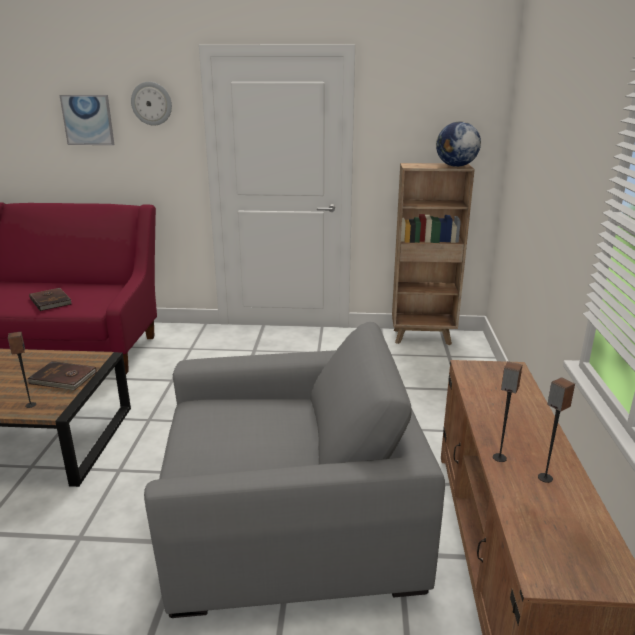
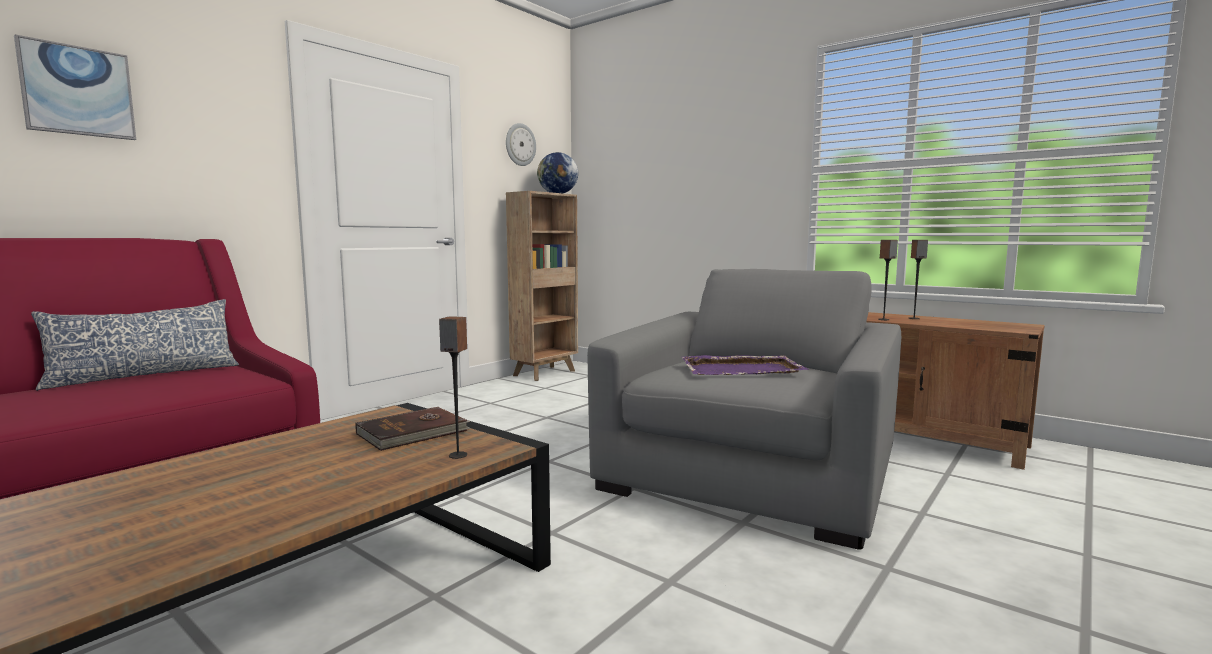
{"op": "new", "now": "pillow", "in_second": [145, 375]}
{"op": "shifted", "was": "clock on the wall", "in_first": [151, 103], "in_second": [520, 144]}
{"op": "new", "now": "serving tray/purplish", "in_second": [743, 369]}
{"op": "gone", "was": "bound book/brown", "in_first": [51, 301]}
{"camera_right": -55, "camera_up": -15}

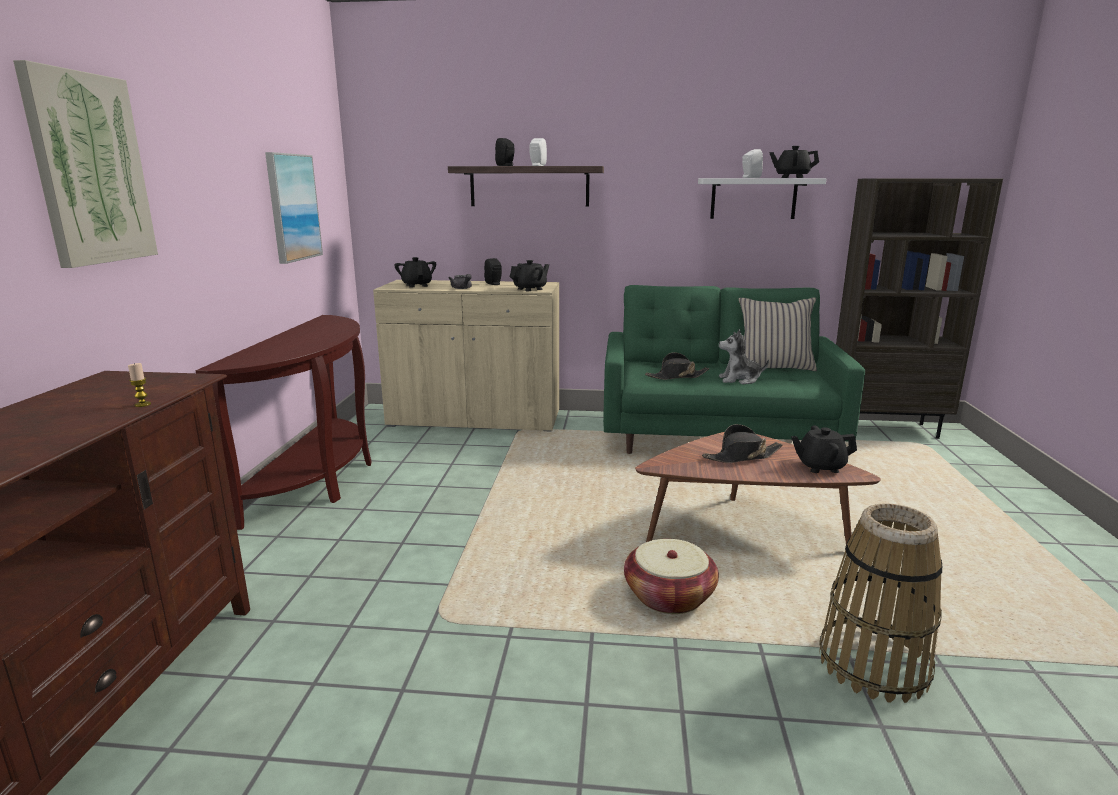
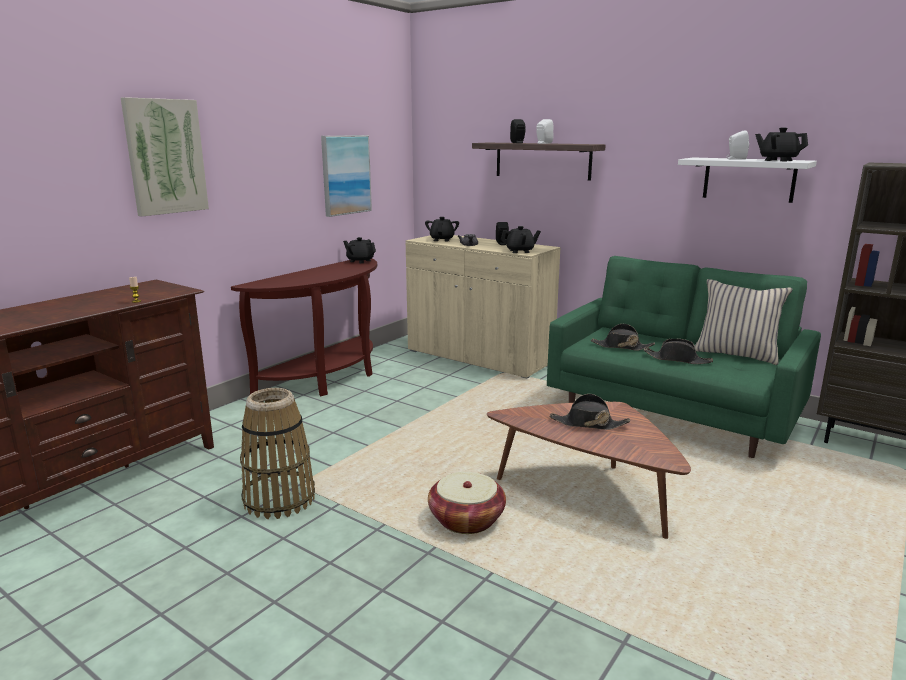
{"op": "shifted", "was": "household basket", "in_first": [873, 665], "in_second": [279, 499]}
{"op": "shifted", "was": "pot for tea/blackish", "in_first": [820, 467], "in_second": [360, 261]}
{"op": "swapped", "was": "soft toy", "now": "wearable hat/blackish", "in_first": [739, 380], "in_second": [677, 359]}
{"camera_right": 30, "camera_up": 0}

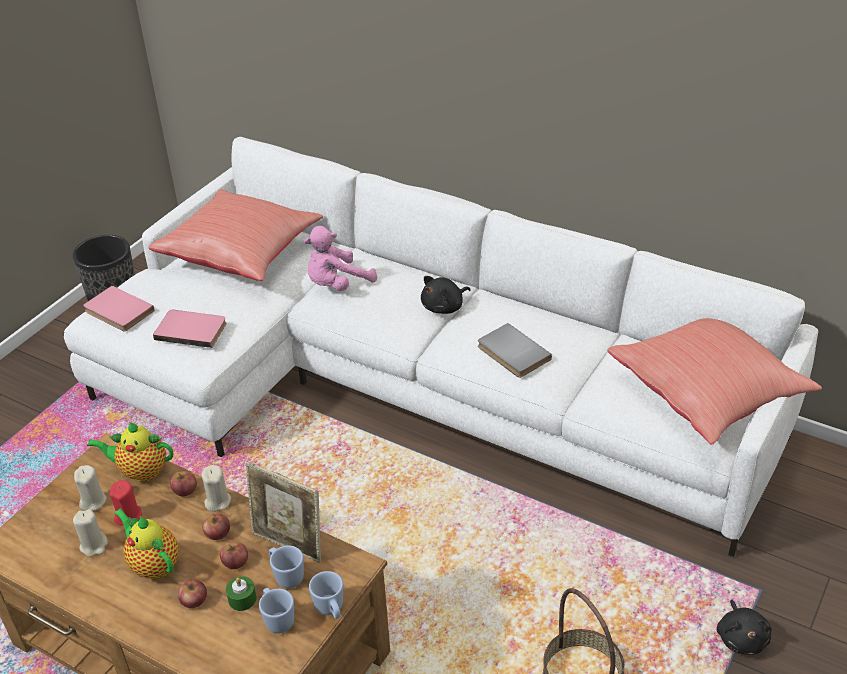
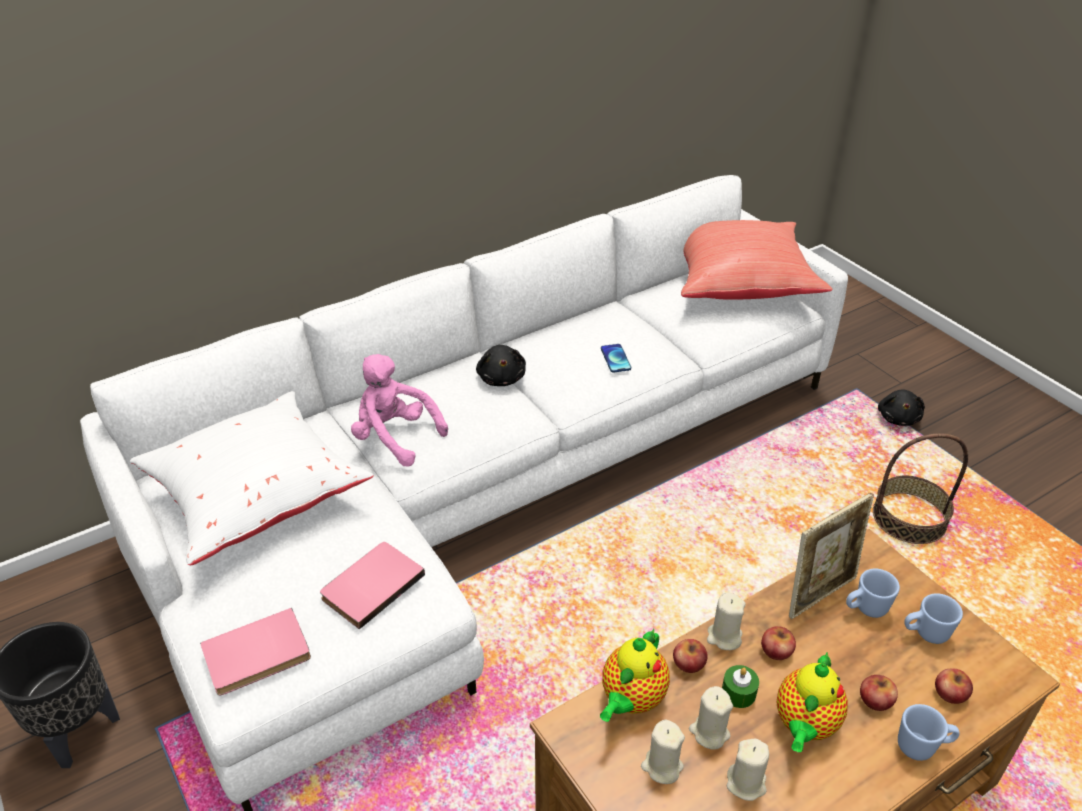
{"op": "repainted", "was": "pillow/reddish", "now": "pillow/white-coloured", "in_first": [241, 254], "in_second": [255, 496]}
{"op": "rotated", "was": "soft toy/pinkish", "in_first": [337, 284], "in_second": [395, 437], "clockwise": 135}
{"op": "swapped", "was": "bound book/greyish", "now": "phone", "in_first": [511, 354], "in_second": [615, 359]}
{"op": "repainted", "was": "candle/reddish", "now": "candle/beige", "in_first": [128, 516], "in_second": [709, 732]}
{"op": "shifted", "was": "candle/greenish", "in_first": [242, 599], "in_second": [738, 693]}
{"op": "rotated", "was": "pot for tea", "in_first": [153, 564], "in_second": [804, 726], "clockwise": -45}
{"op": "rotated", "was": "soft toy/blackish", "in_first": [741, 638], "in_second": [898, 418], "clockwise": 75}
{"op": "shifted", "was": "mug/bluish", "in_first": [331, 610], "in_second": [922, 747]}
{"op": "shifted", "was": "whole apple", "in_first": [235, 561], "in_second": [950, 693]}
{"camera_right": -65, "camera_up": 0}

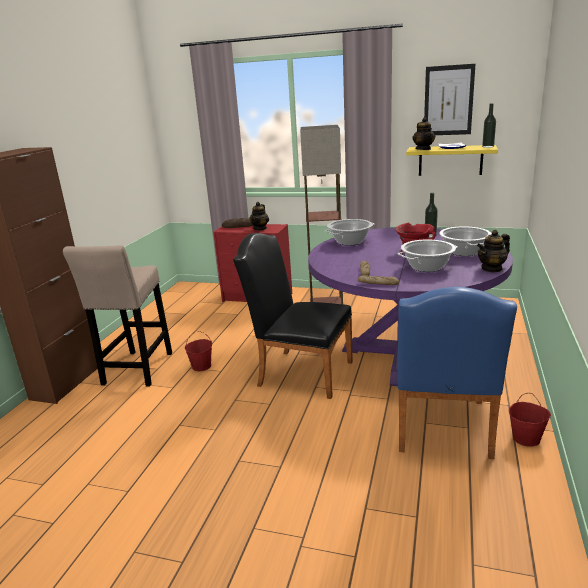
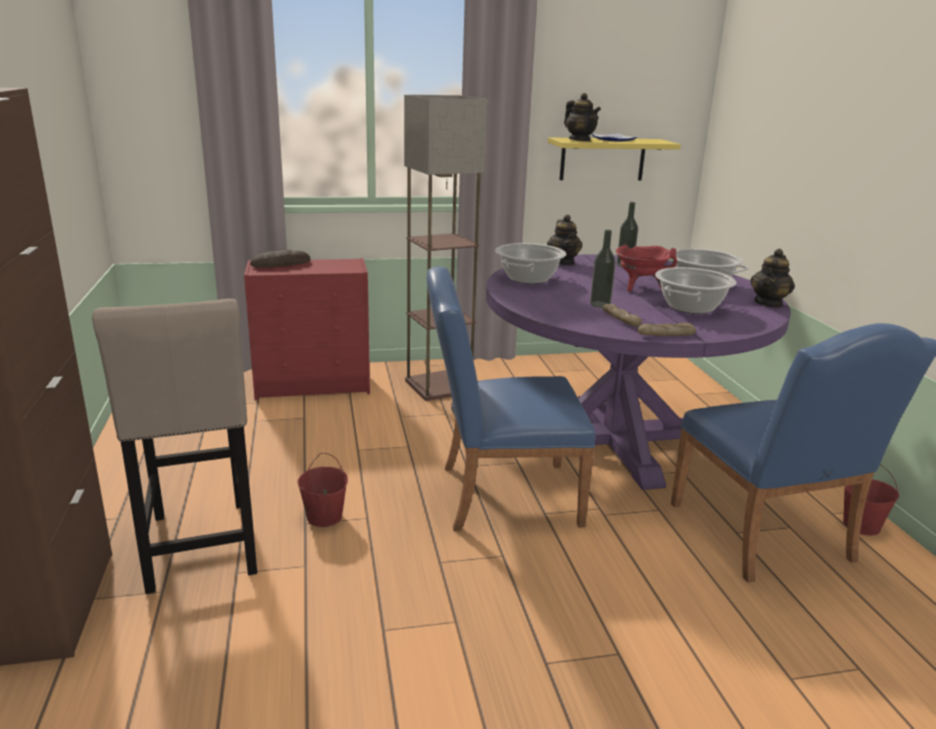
{"op": "repainted", "was": "plain chair/blackish", "now": "plain chair/bluish", "in_first": [299, 372], "in_second": [498, 495]}
{"op": "shifted", "was": "pot for tea", "in_first": [260, 228], "in_second": [563, 262]}
{"op": "shifted", "was": "beverage bottle", "in_first": [488, 146], "in_second": [600, 304]}
{"op": "gone", "was": "picture", "in_first": [448, 100]}
{"camera_right": -30, "camera_up": 0}

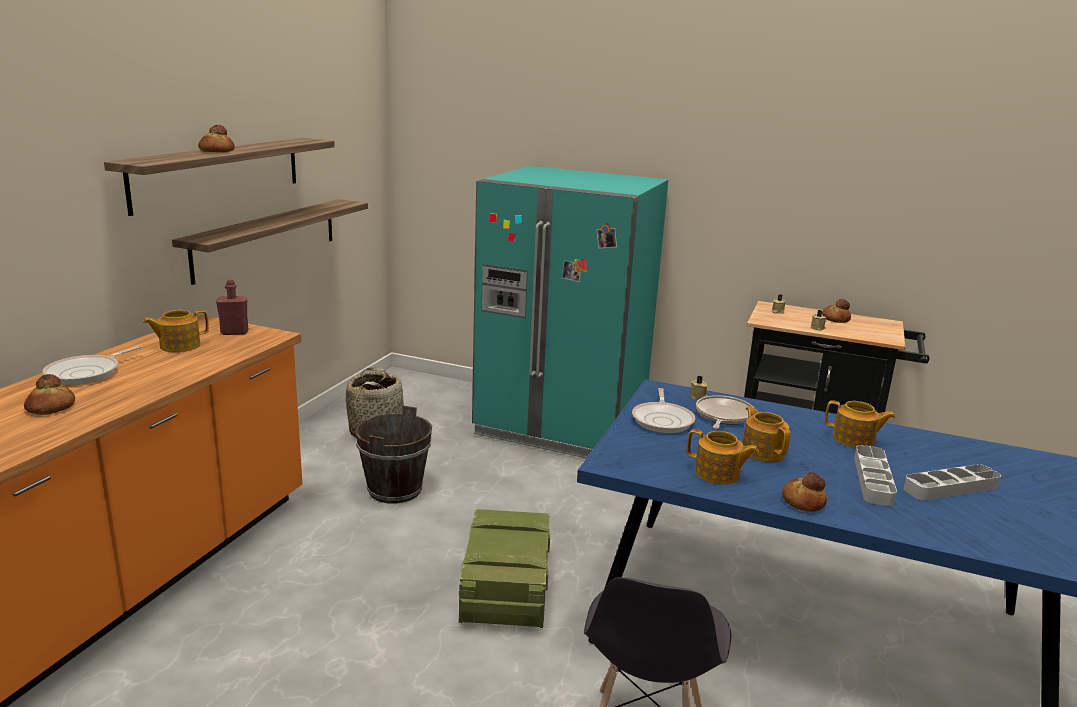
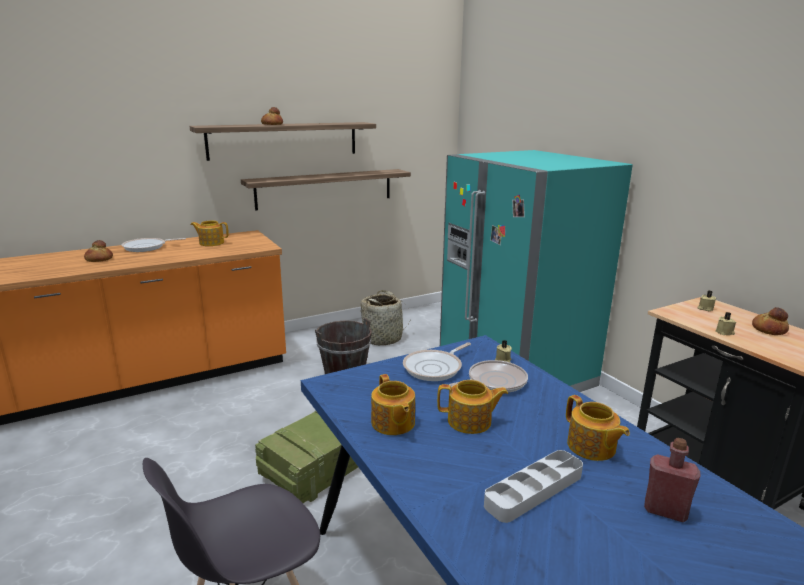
{"op": "rotated", "was": "pot for tea", "in_first": [762, 452], "in_second": [470, 422], "clockwise": 75}
{"op": "shifted", "was": "beverage bottle/reddish", "in_first": [234, 332], "in_second": [665, 511]}
{"op": "gone", "was": "bakery bread", "in_first": [802, 501]}
{"op": "gone", "was": "serving tray/greyish", "in_first": [950, 487]}
{"camera_right": 40, "camera_up": 0}

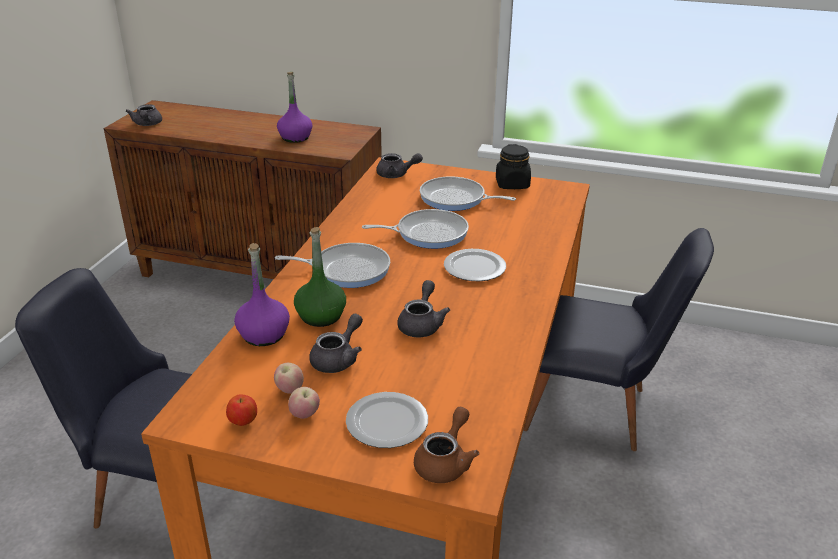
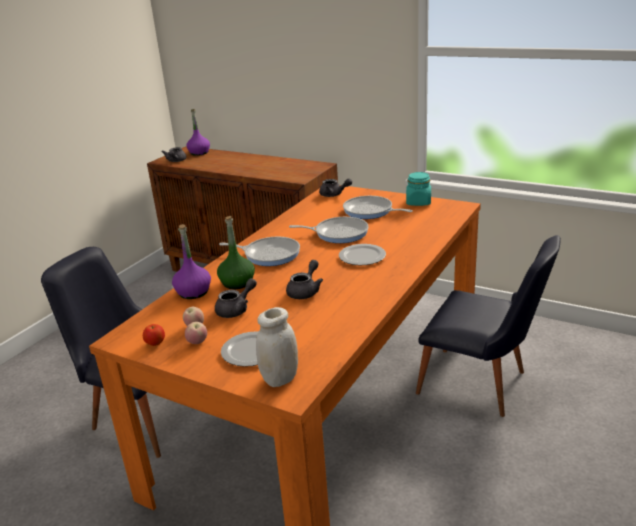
{"op": "shifted", "was": "beverage bottle/purplish", "in_first": [295, 137], "in_second": [199, 153]}
{"op": "swapped", "was": "pot for tea/brown", "now": "jar/white-coloured", "in_first": [445, 462], "in_second": [280, 379]}
{"op": "repainted", "was": "jar/blackish", "now": "jar/blue-green", "in_first": [512, 184], "in_second": [418, 202]}
{"camera_right": 15, "camera_up": -5}

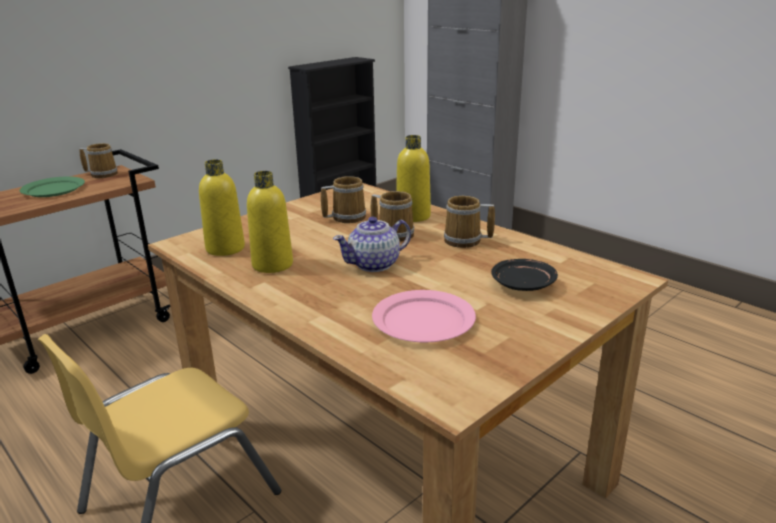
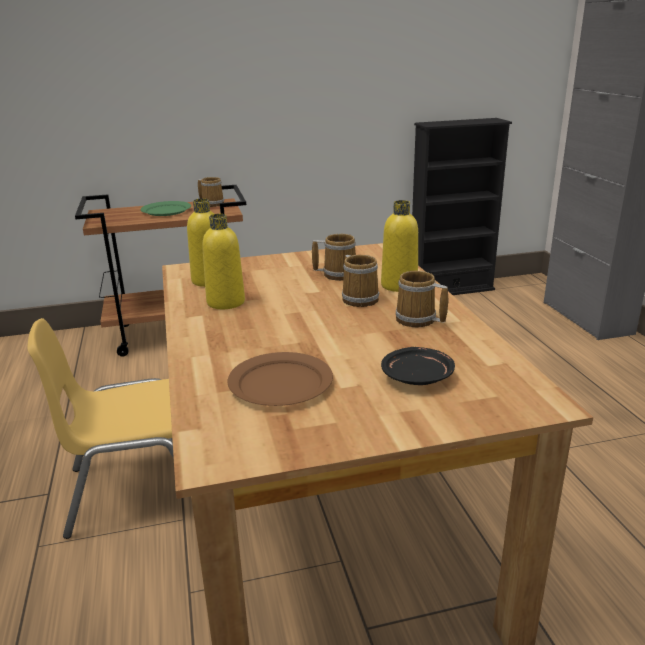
{"op": "repainted", "was": "flat dish/pinkish", "now": "flat dish/brown", "in_first": [424, 320], "in_second": [281, 383]}
{"op": "gone", "was": "pot for tea", "in_first": [375, 264]}
{"camera_right": 30, "camera_up": 0}

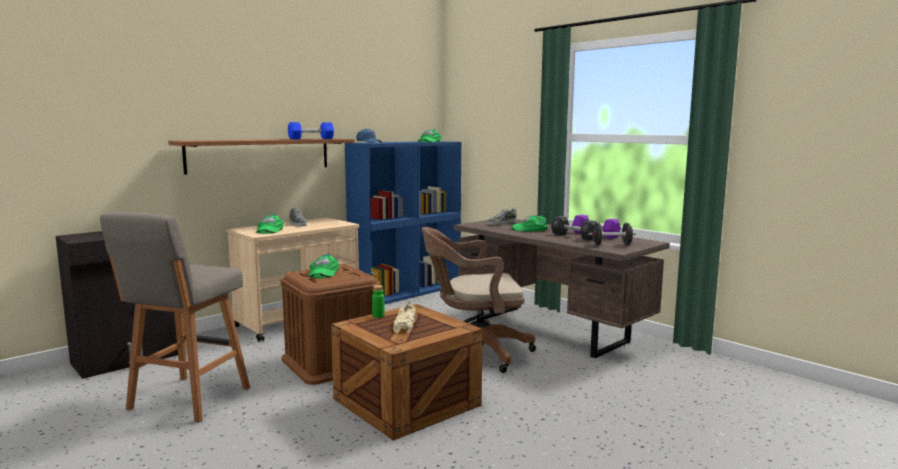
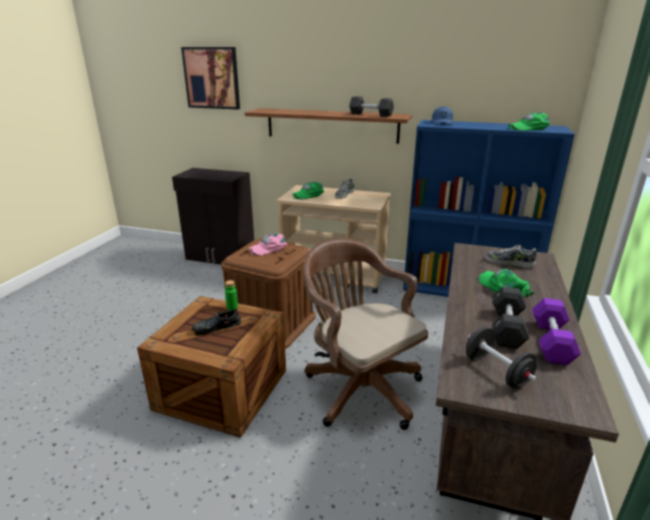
{"op": "new", "now": "picture", "in_second": [212, 78]}
{"op": "repainted", "was": "shoe/beige", "now": "shoe/blackish", "in_first": [405, 325], "in_second": [216, 327]}
{"op": "repainted", "was": "cap/greenish", "now": "cap/pinkish", "in_first": [323, 272], "in_second": [269, 248]}
{"op": "repainted", "was": "dumbbell/bluish", "now": "dumbbell/blackish", "in_first": [311, 138], "in_second": [370, 114]}
{"op": "gone", "was": "stool/greyish", "in_first": [187, 400]}
{"camera_right": 60, "camera_up": 15}

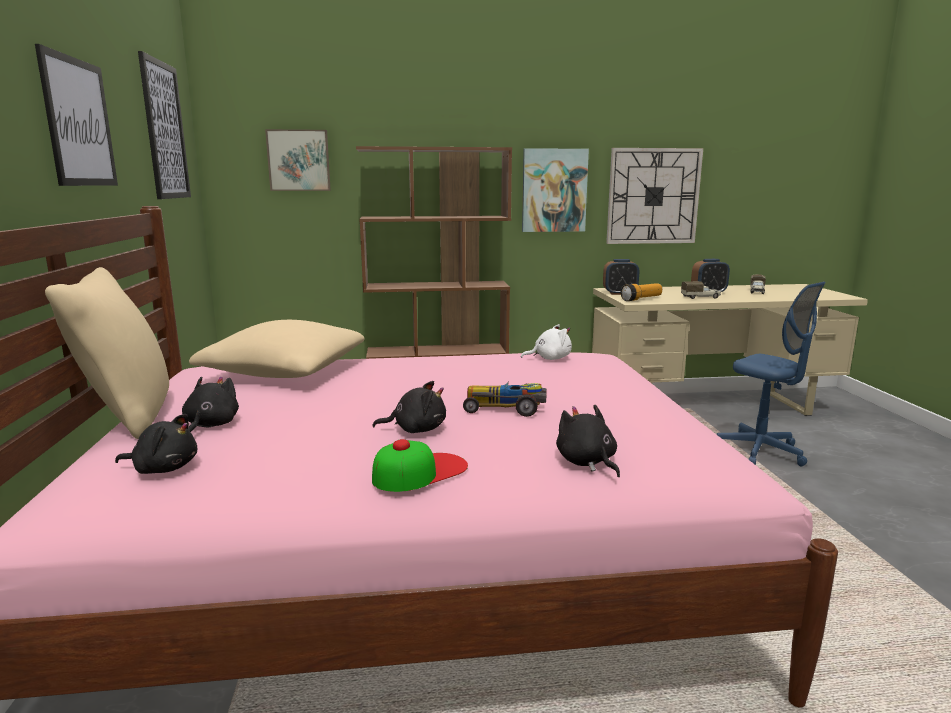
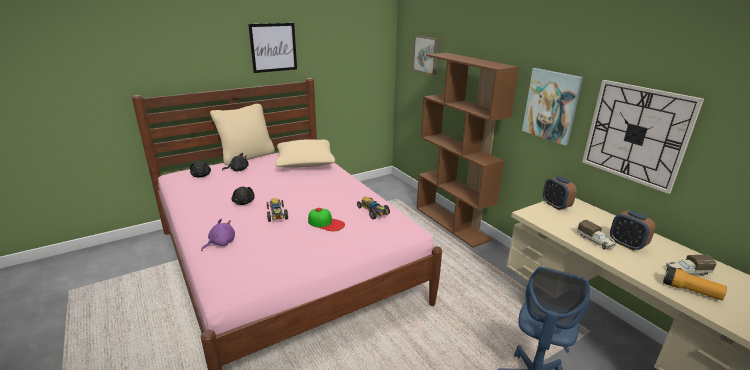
{"op": "repainted", "was": "soft toy/blackish", "now": "soft toy/purplish", "in_first": [587, 462], "in_second": [220, 243]}
{"op": "shifted", "was": "cap", "in_first": [420, 471], "in_second": [326, 223]}
{"op": "swapped", "was": "soft toy/white-coloured", "now": "toy car", "in_first": [549, 358], "in_second": [373, 212]}
{"op": "shifted", "was": "torch", "in_first": [641, 299], "in_second": [690, 291]}
{"op": "gone", "was": "picture", "in_first": [165, 131]}
{"camera_right": 65, "camera_up": 10}

